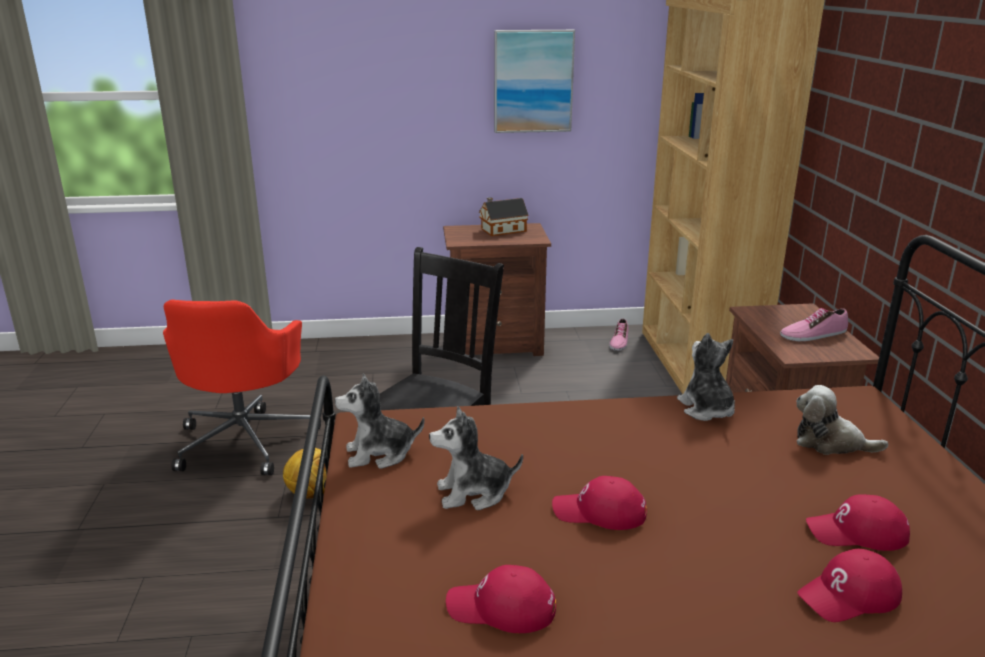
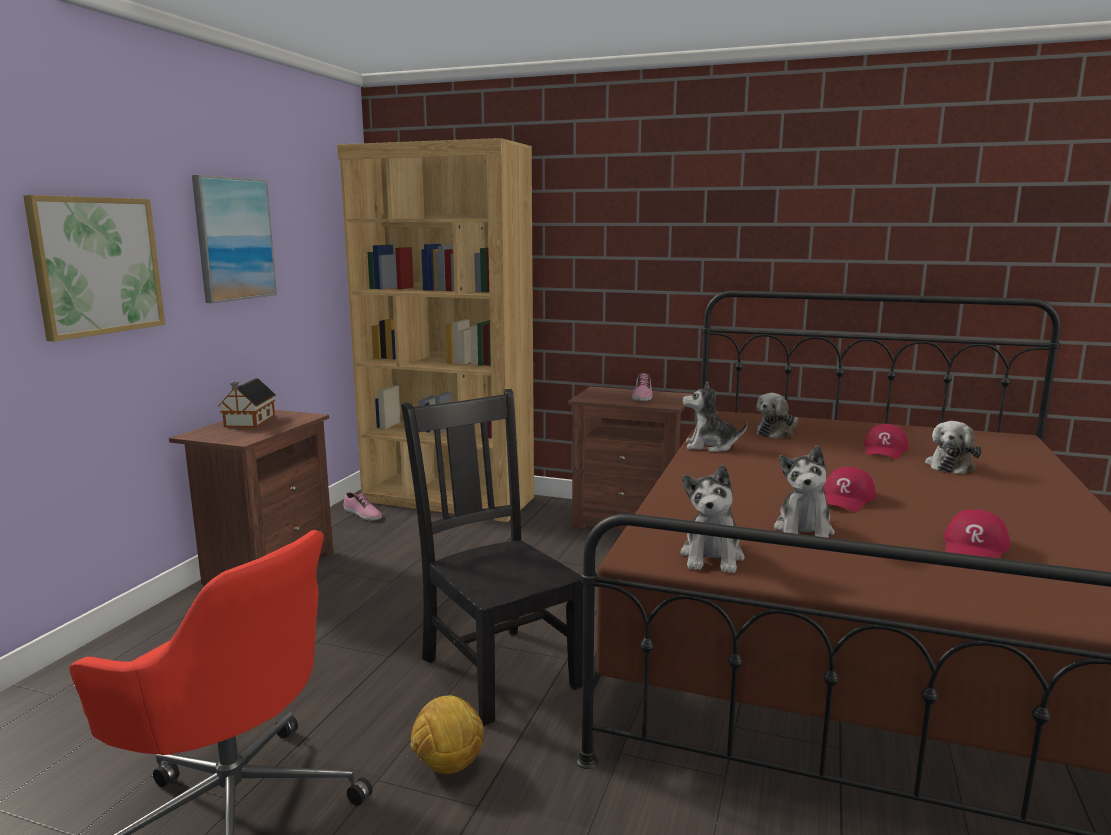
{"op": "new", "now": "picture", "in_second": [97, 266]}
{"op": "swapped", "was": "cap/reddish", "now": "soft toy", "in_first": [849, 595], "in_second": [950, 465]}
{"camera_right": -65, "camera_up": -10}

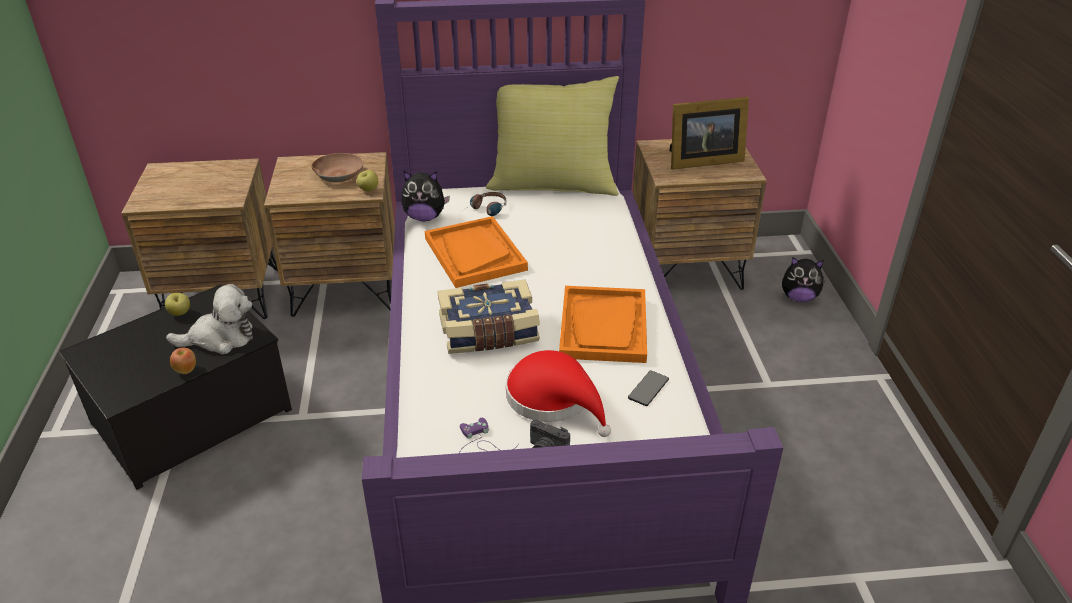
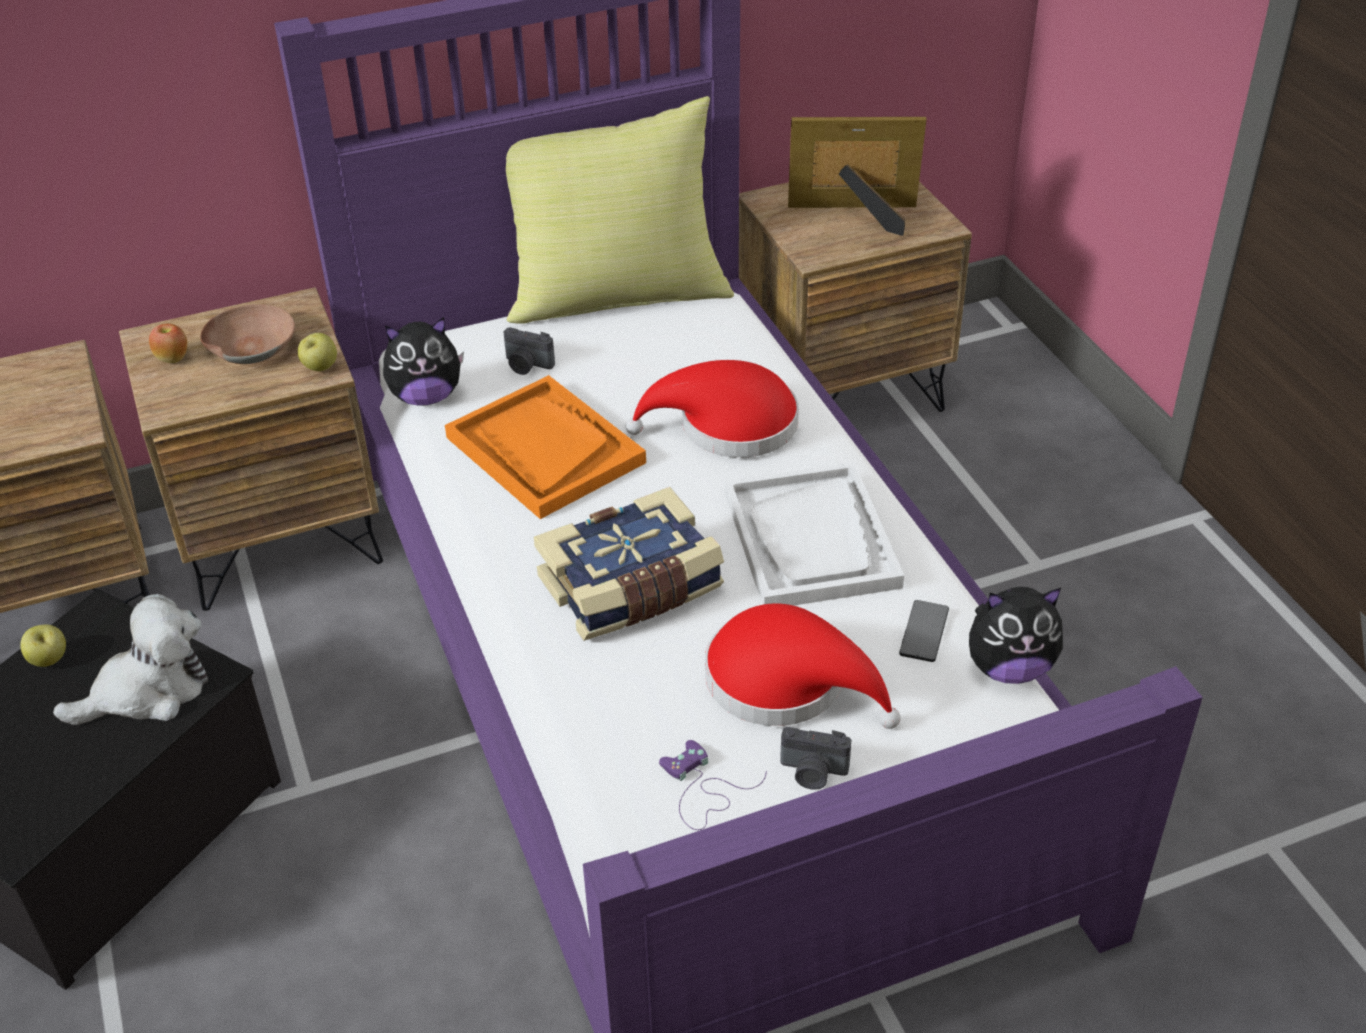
{"op": "shifted", "was": "whole apple", "in_first": [186, 370], "in_second": [173, 358]}
{"op": "swapped", "was": "headphones", "now": "photo camera", "in_first": [485, 211], "in_second": [527, 365]}
{"op": "new", "now": "wearable hat/reddish", "in_second": [728, 426]}
{"op": "repainted", "was": "serving tray/orangey", "now": "serving tray/white-coloured", "in_first": [603, 327], "in_second": [811, 539]}
{"op": "rotated", "was": "picture frame", "in_first": [701, 160], "in_second": [857, 215], "clockwise": -150}
{"op": "shifted", "was": "soft toy", "in_first": [798, 297], "in_second": [1009, 667]}
{"camera_right": -15, "camera_up": 5}

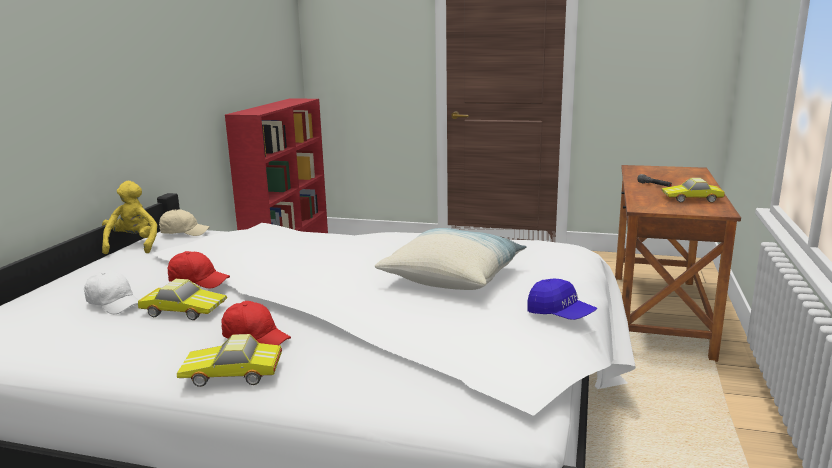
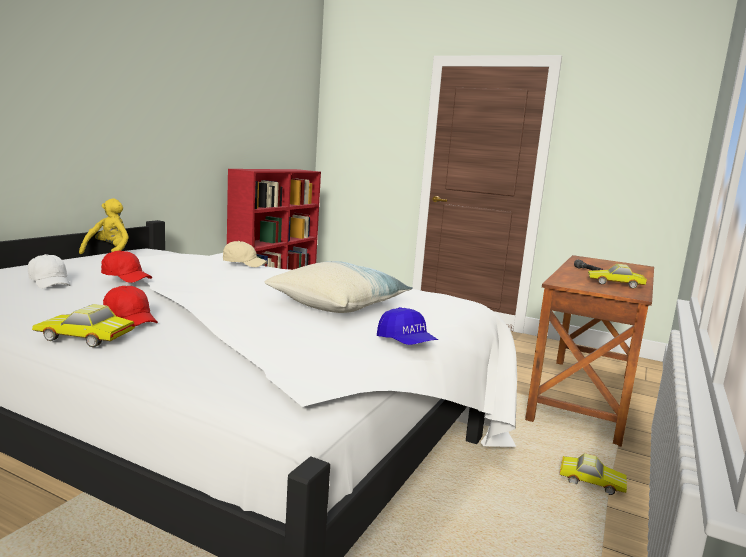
{"op": "shifted", "was": "cap/beige", "in_first": [184, 232], "in_second": [244, 263]}
{"op": "shifted", "was": "toy car", "in_first": [184, 309], "in_second": [591, 480]}
{"camera_right": 10, "camera_up": -5}

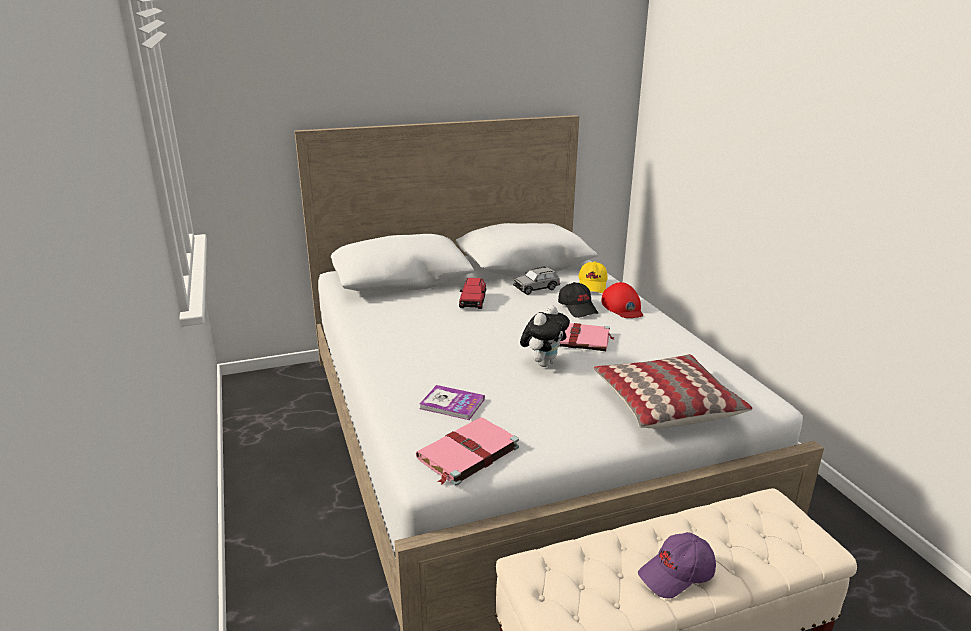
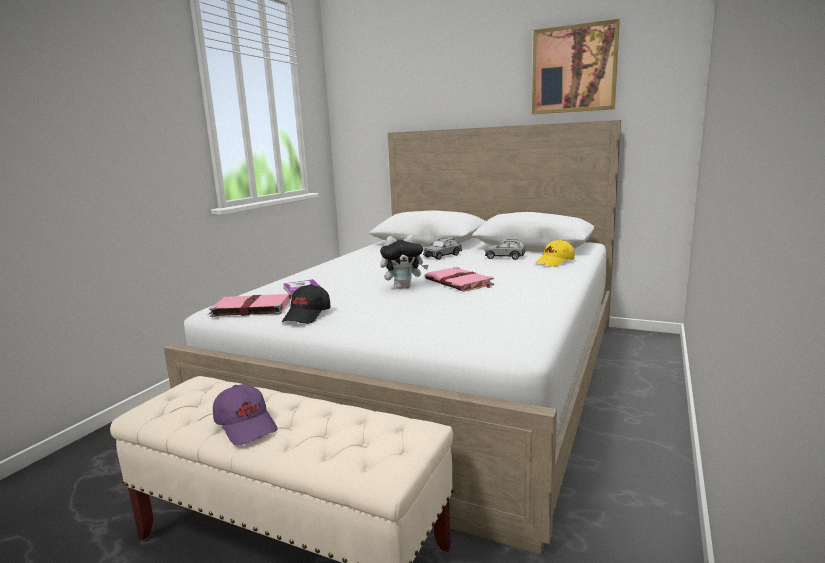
{"op": "rotated", "was": "cap/purplish", "in_first": [677, 575], "in_second": [246, 425], "clockwise": -150}
{"op": "shifted", "was": "cap/blackish", "in_first": [578, 308], "in_second": [308, 315]}
{"op": "repainted", "was": "toy car/reddish", "now": "toy car/greyish", "in_first": [473, 301], "in_second": [442, 256]}
{"op": "new", "now": "picture", "in_second": [574, 69]}
{"op": "gone", "was": "pillow", "in_first": [665, 404]}
{"op": "gone", "was": "cap/reddish", "in_first": [622, 307]}
{"camera_right": 45, "camera_up": -10}

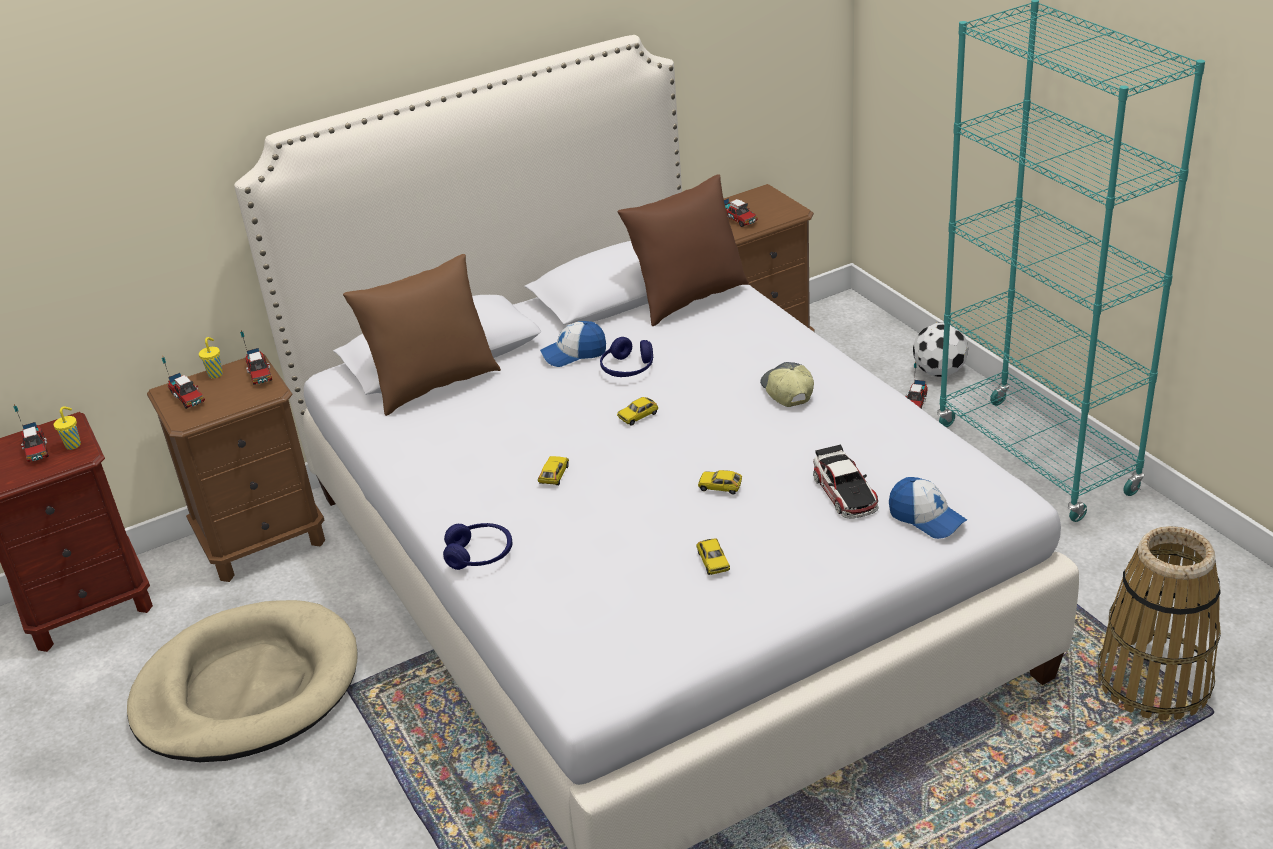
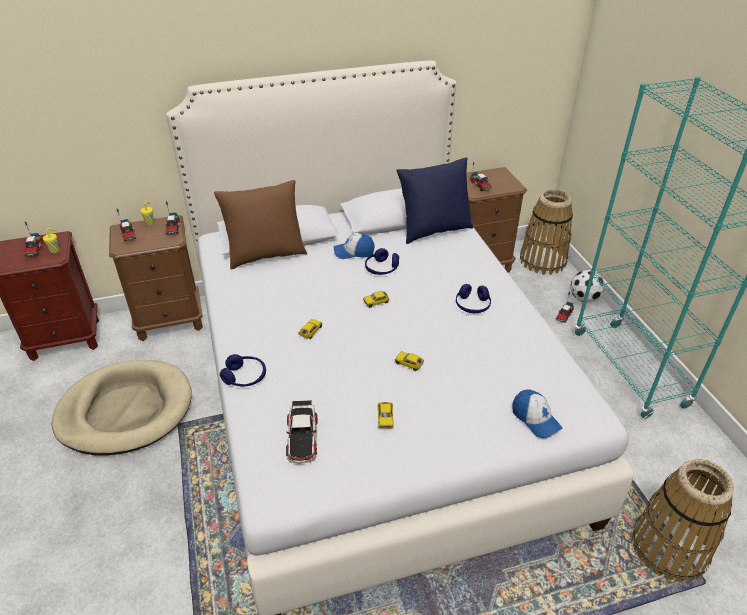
{"op": "shifted", "was": "toy car", "in_first": [845, 491], "in_second": [302, 437]}
{"op": "repainted", "was": "pillow/brown", "now": "pillow/bluish", "in_first": [688, 299], "in_second": [434, 230]}
{"op": "swapped", "was": "cap", "now": "headphones/bluish", "in_first": [786, 392], "in_second": [472, 305]}
{"op": "new", "now": "household basket", "in_second": [543, 261]}
{"camera_right": 10, "camera_up": 5}

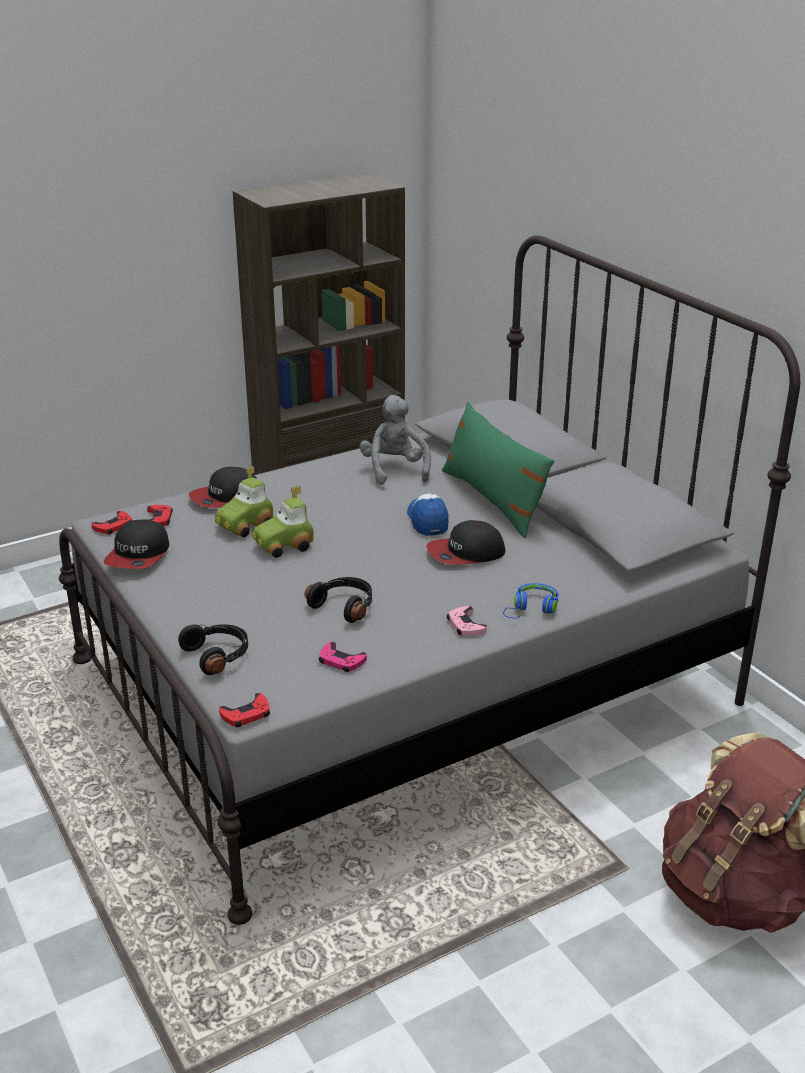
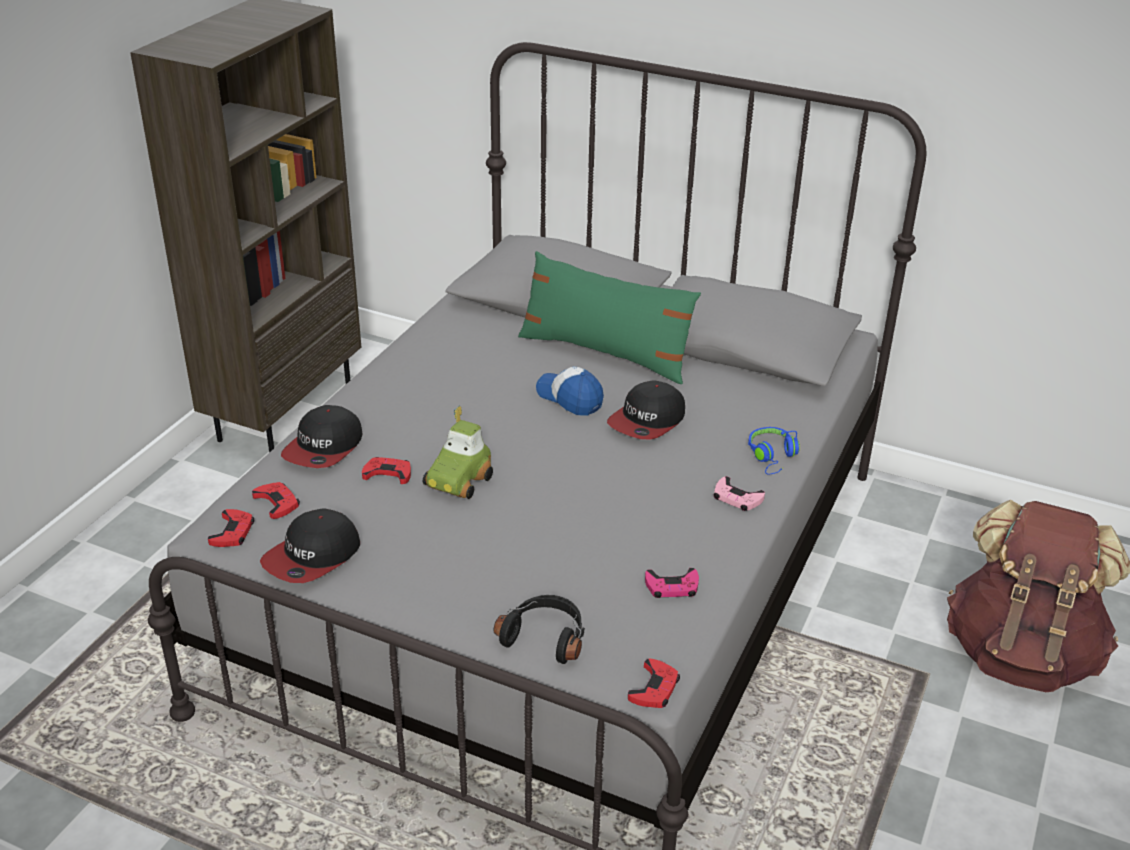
{"op": "rotated", "was": "cap", "in_first": [138, 555], "in_second": [312, 556], "clockwise": 60}
{"op": "swapped", "was": "toy car", "now": "game controller/reddish", "in_first": [245, 525], "in_second": [388, 473]}
{"op": "gone", "was": "headphones/blackish", "in_first": [344, 606]}
{"op": "gone", "was": "soft toy/greyish", "in_first": [394, 470]}
{"camera_right": -35, "camera_up": 5}

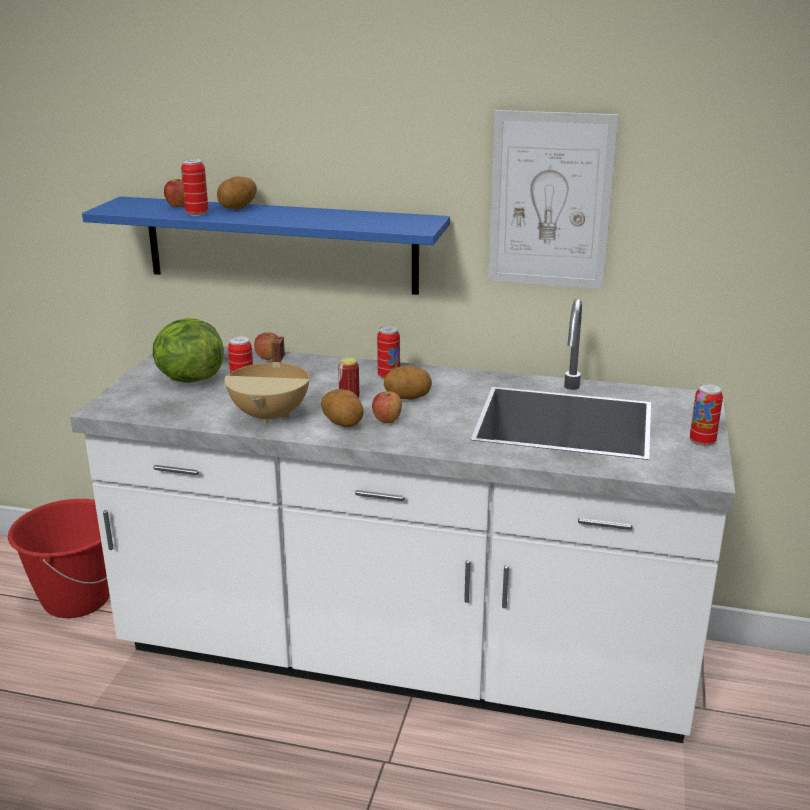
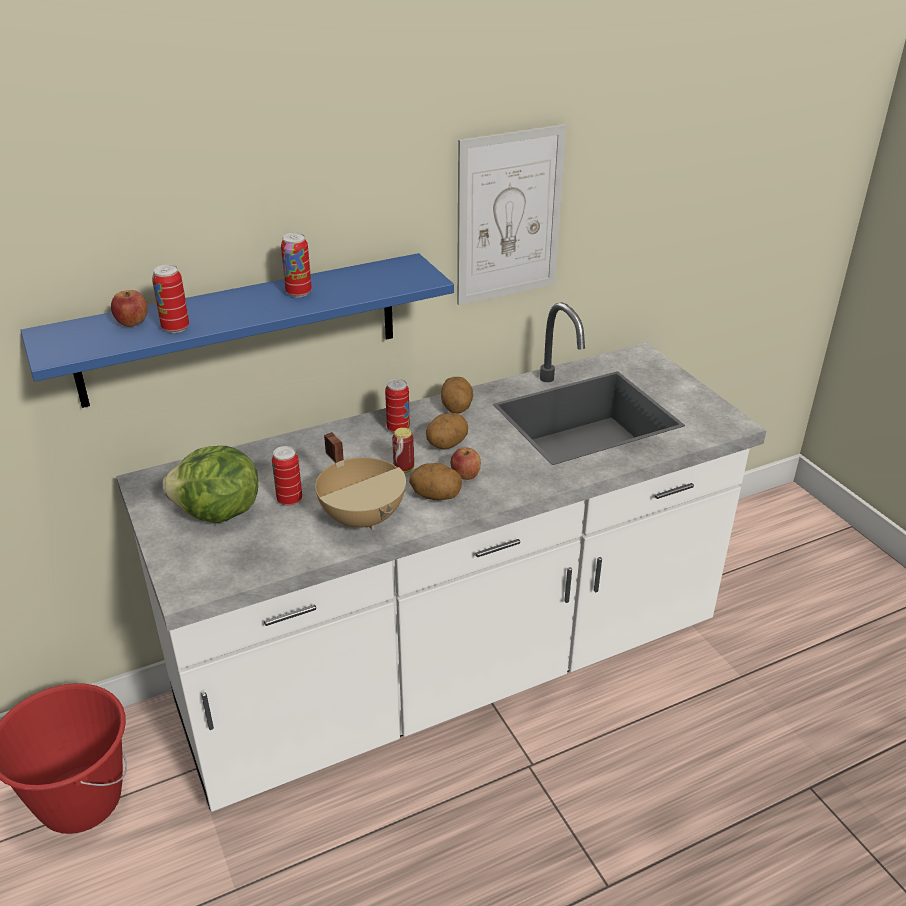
{"op": "shifted", "was": "can", "in_first": [702, 441], "in_second": [299, 293]}
{"op": "shifted", "was": "potato", "in_first": [238, 208], "in_second": [457, 408]}
{"op": "gone", "was": "whole apple", "in_first": [268, 358]}
{"camera_right": -40, "camera_up": 10}

